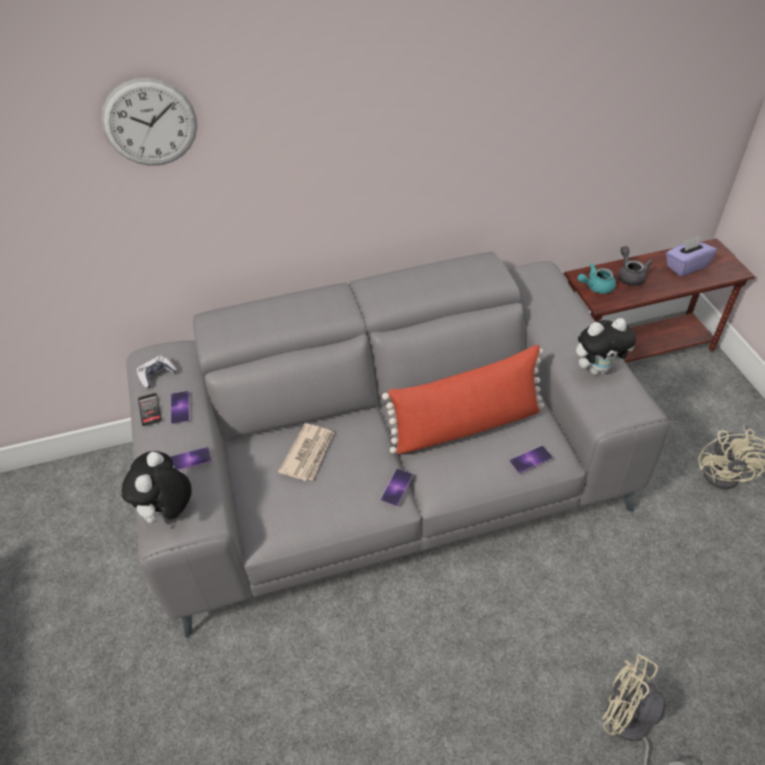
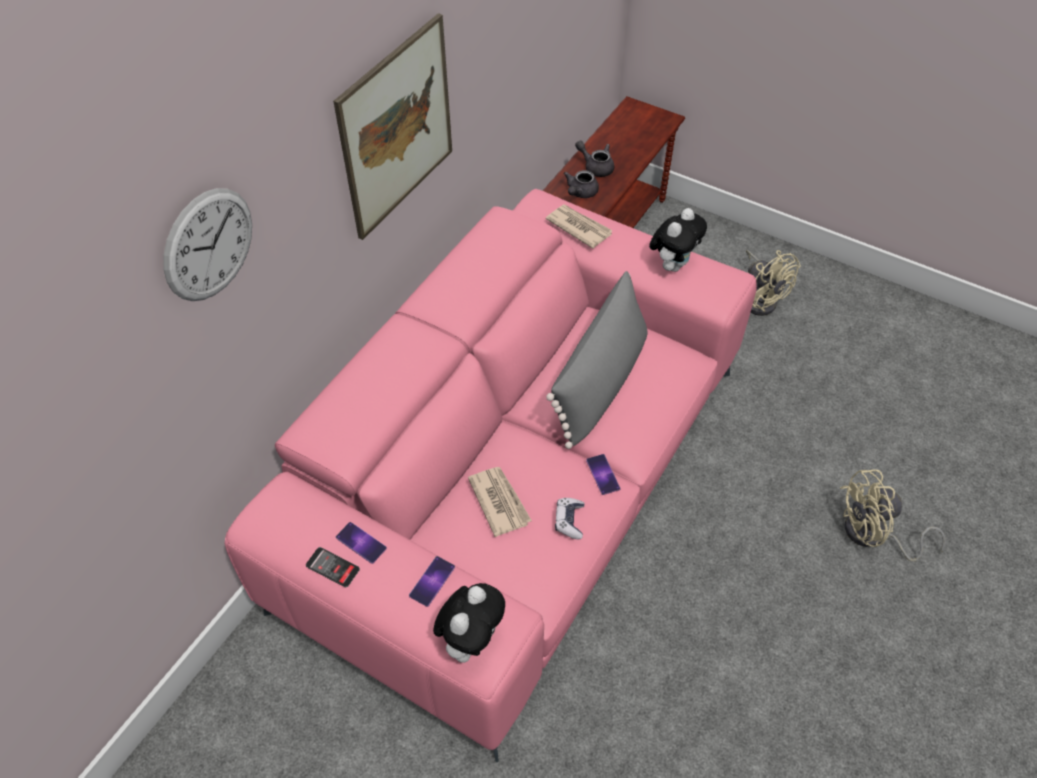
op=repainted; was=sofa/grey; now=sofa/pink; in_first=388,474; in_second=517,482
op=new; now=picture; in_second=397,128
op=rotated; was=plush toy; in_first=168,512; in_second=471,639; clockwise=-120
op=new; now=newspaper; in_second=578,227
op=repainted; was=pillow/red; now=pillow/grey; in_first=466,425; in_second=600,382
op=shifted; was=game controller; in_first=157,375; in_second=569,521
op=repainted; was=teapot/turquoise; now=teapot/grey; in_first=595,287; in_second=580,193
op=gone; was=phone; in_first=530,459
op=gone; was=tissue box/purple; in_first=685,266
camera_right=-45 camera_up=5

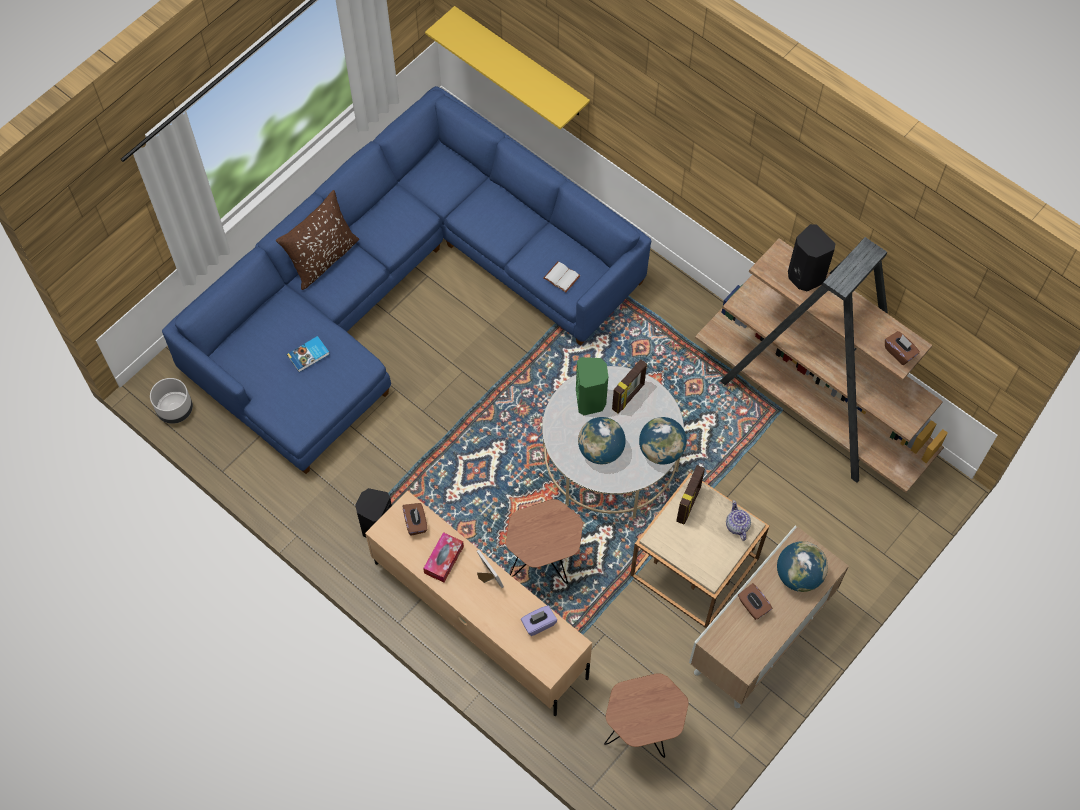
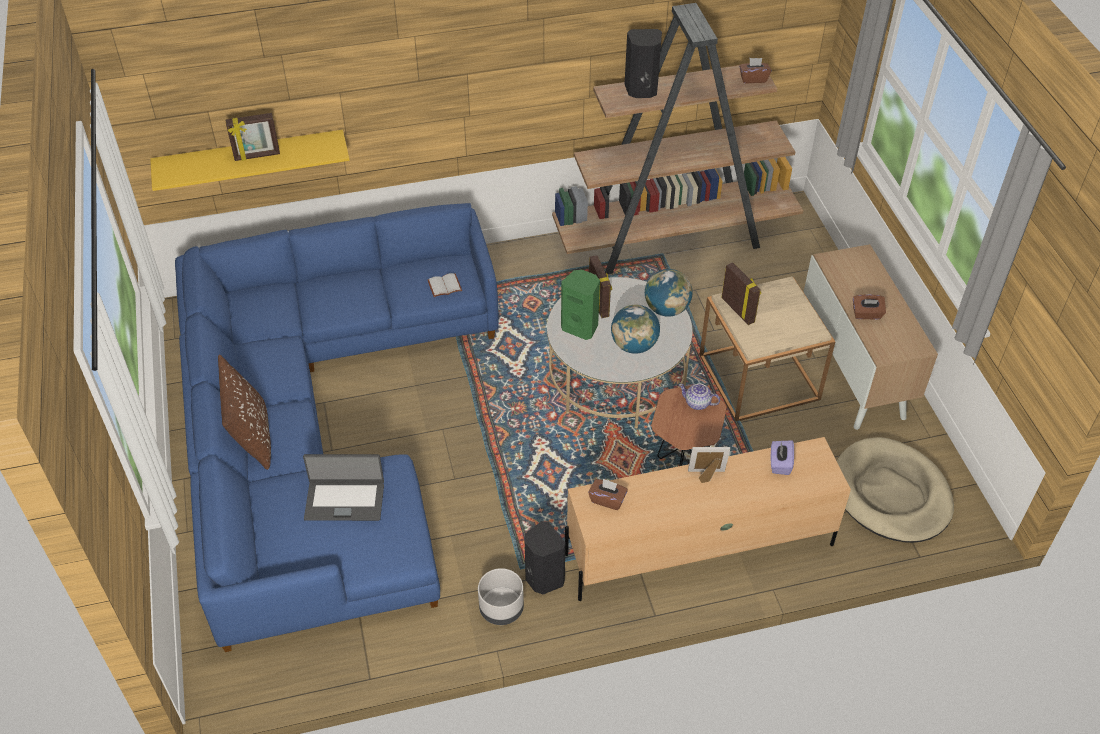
op=new; now=picture frame; in_second=257,156
op=swapped; was=book; now=laptop; in_first=309,355; in_second=345,500
op=shifted; was=planter/grey; in_first=175,409; in_second=501,609
op=shifted; was=teapot; in_first=737,526; in_second=698,403
op=swapped; was=side table/brown; now=dog bed/beige; in_first=641,735; in_second=891,494
op=gone; was=tissue box; in_first=444,560
op=gone; was=globe; in_first=798,575
camera_right=-55 camera_up=-15

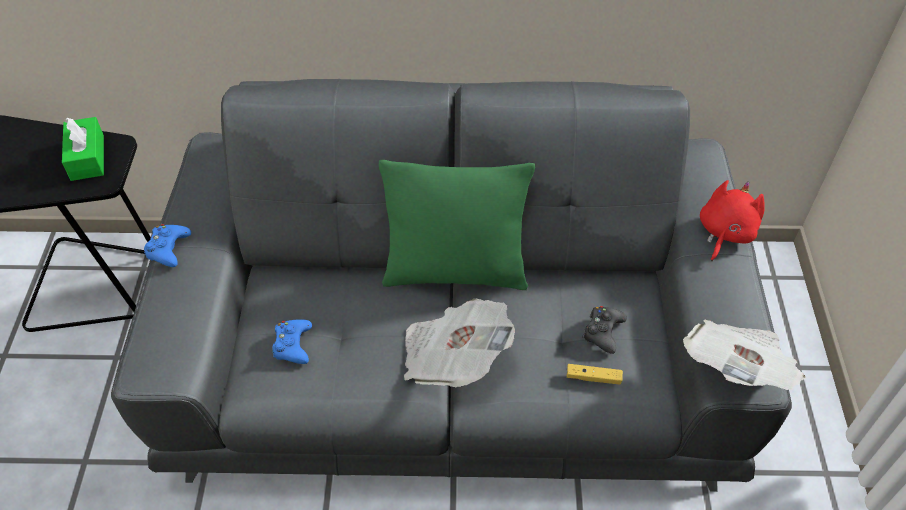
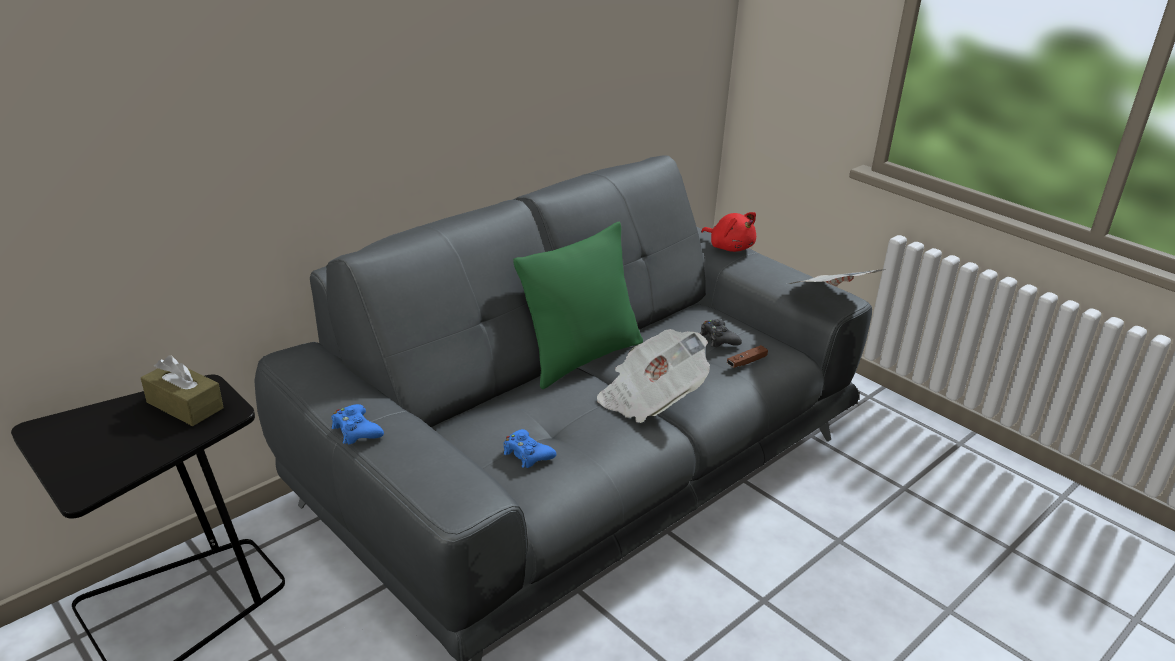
op=repainted; was=tissue box/green; now=tissue box/brown; in_first=87,157; in_second=185,405
op=rotated; was=plush toy/red; in_first=724,232; in_second=729,247; clockwise=150
op=repainted; was=game controller/yellow; now=game controller/brown; in_first=593,378; in_second=746,362
camera_right=-45 camera_up=-20

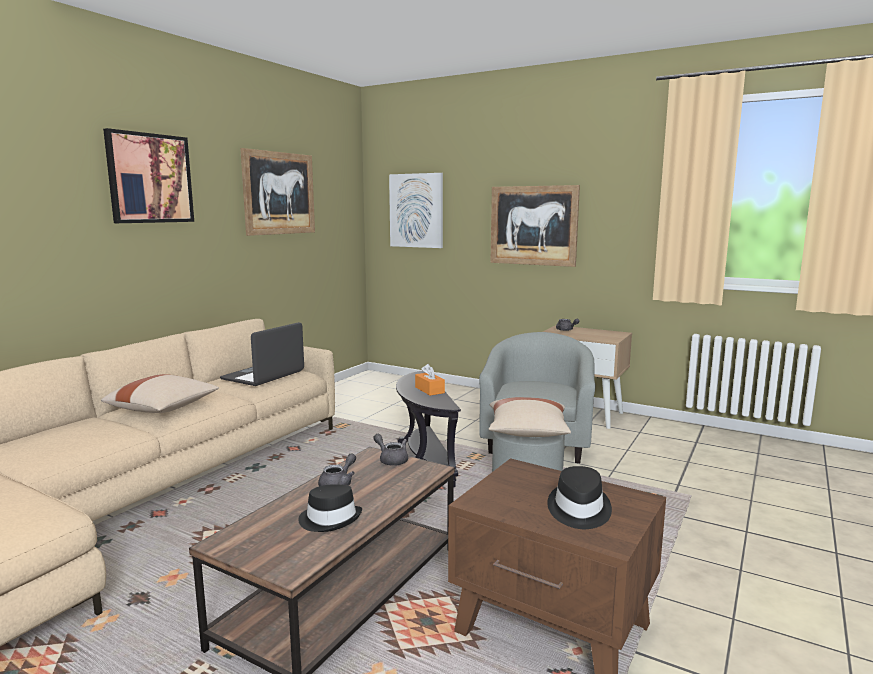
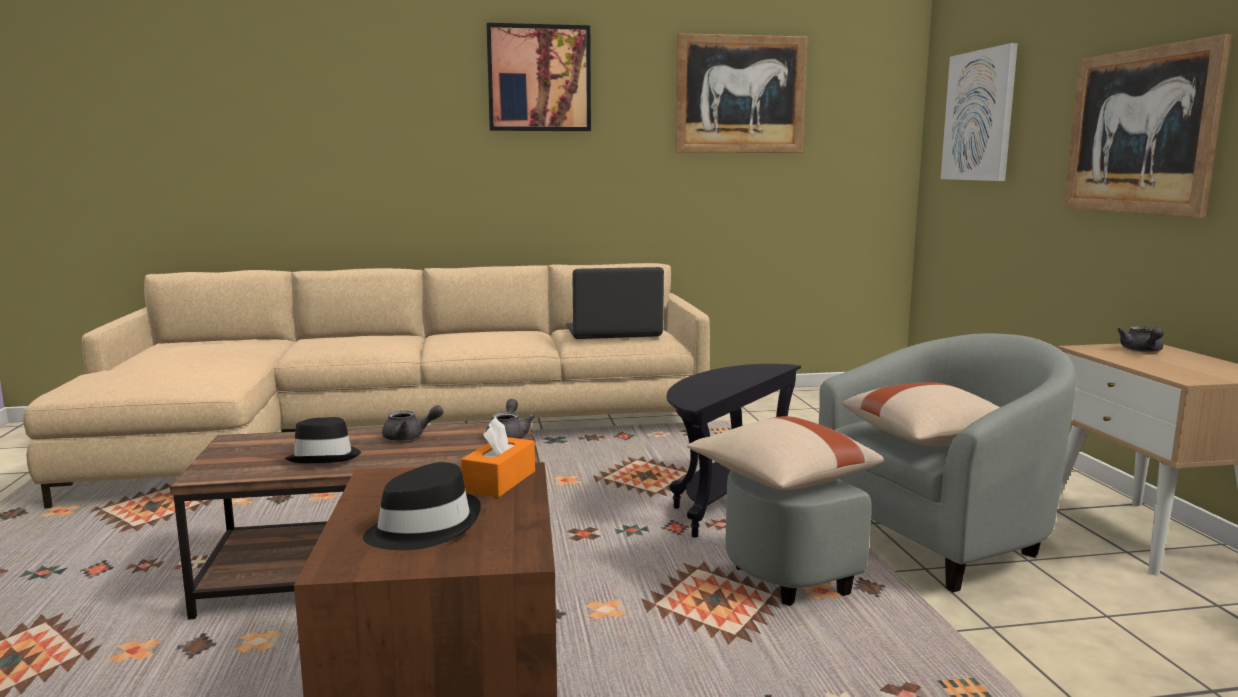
op=shifted; was=tissue box/orange; in_first=429,390; in_second=499,481
op=shifted; was=pillow/beige; in_first=164,409; in_second=931,440
camera_right=50 camera_up=0

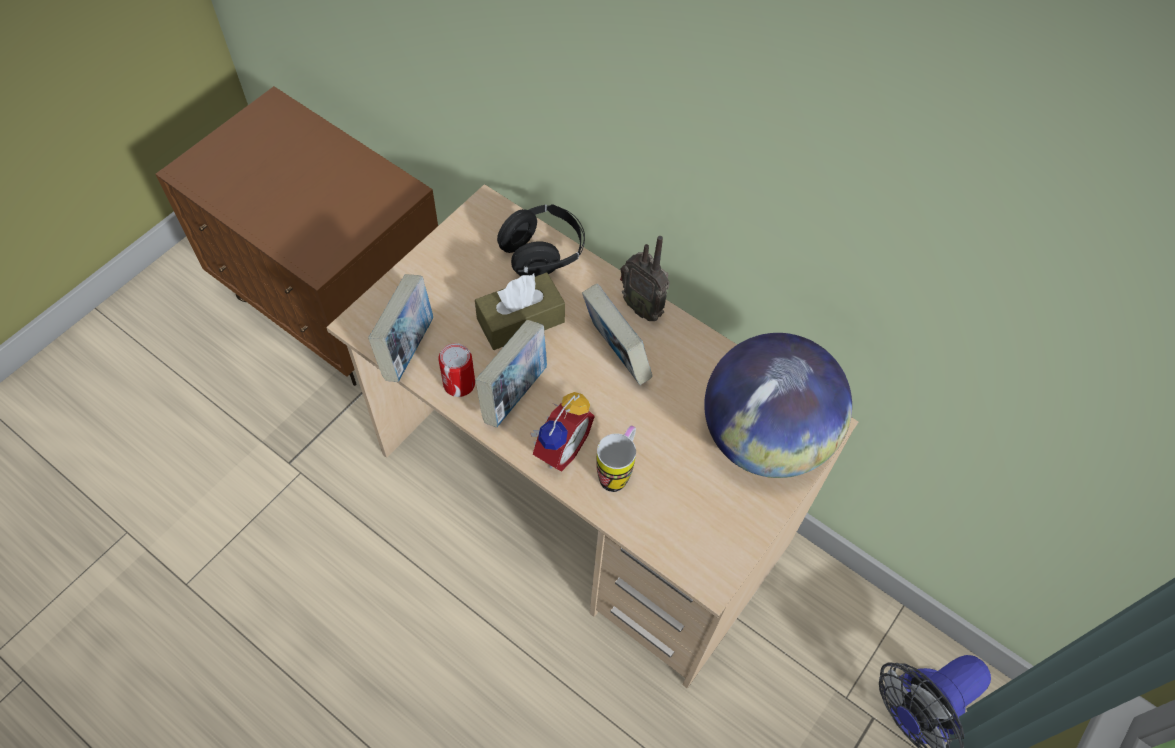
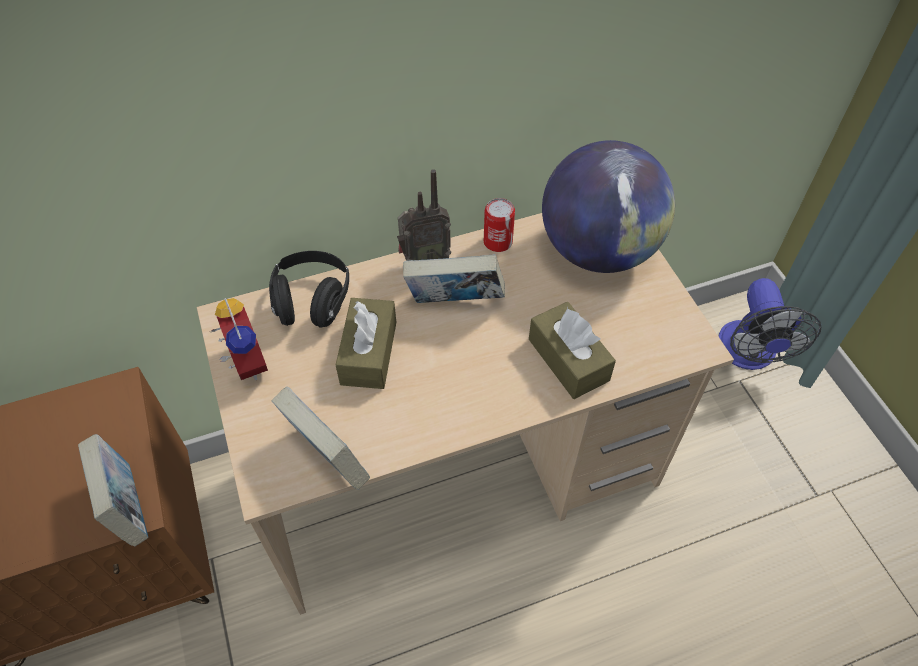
op=shifted; was=book; in_first=514,392; in_second=127,506
op=shifted; was=alarm clock; in_first=559,448; in_second=244,364
op=shifted; was=can; in_first=459,383; in_second=498,242
op=swapped; was=mug; now=tissue box/brown; in_first=617,472; in_second=568,359
camera_right=-55 camera_up=-5

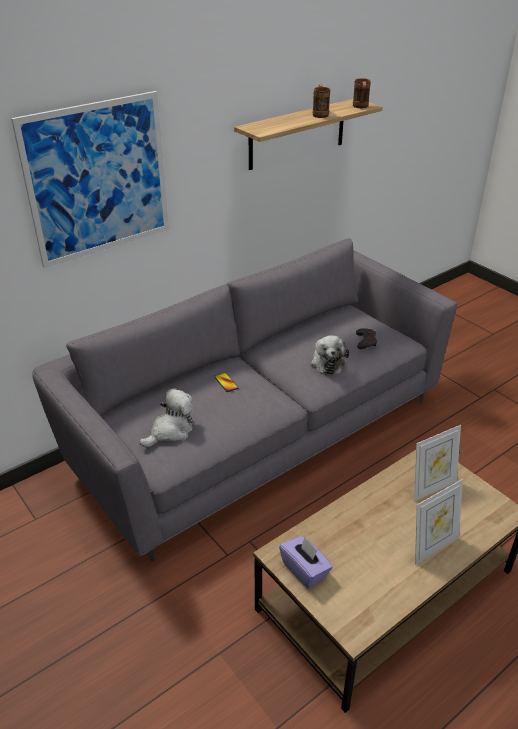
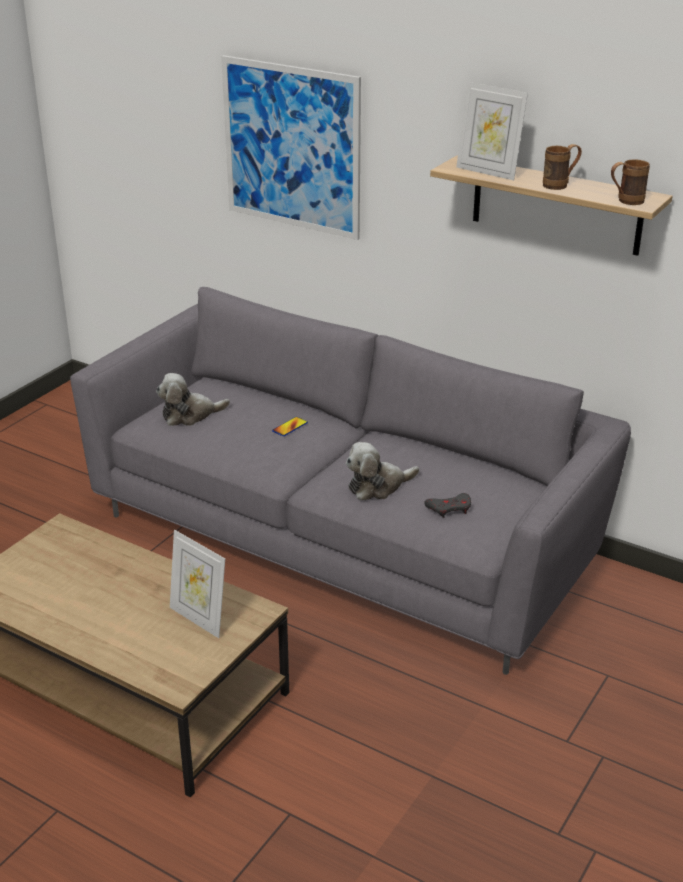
op=rotated; was=plush toy; in_first=170,431; in_second=190,415; clockwise=135
op=shifted; was=picture frame; in_first=432,546; in_second=488,172
op=gone; was=tissue box/purple; in_first=305,570
camera_right=70 camera_up=-5

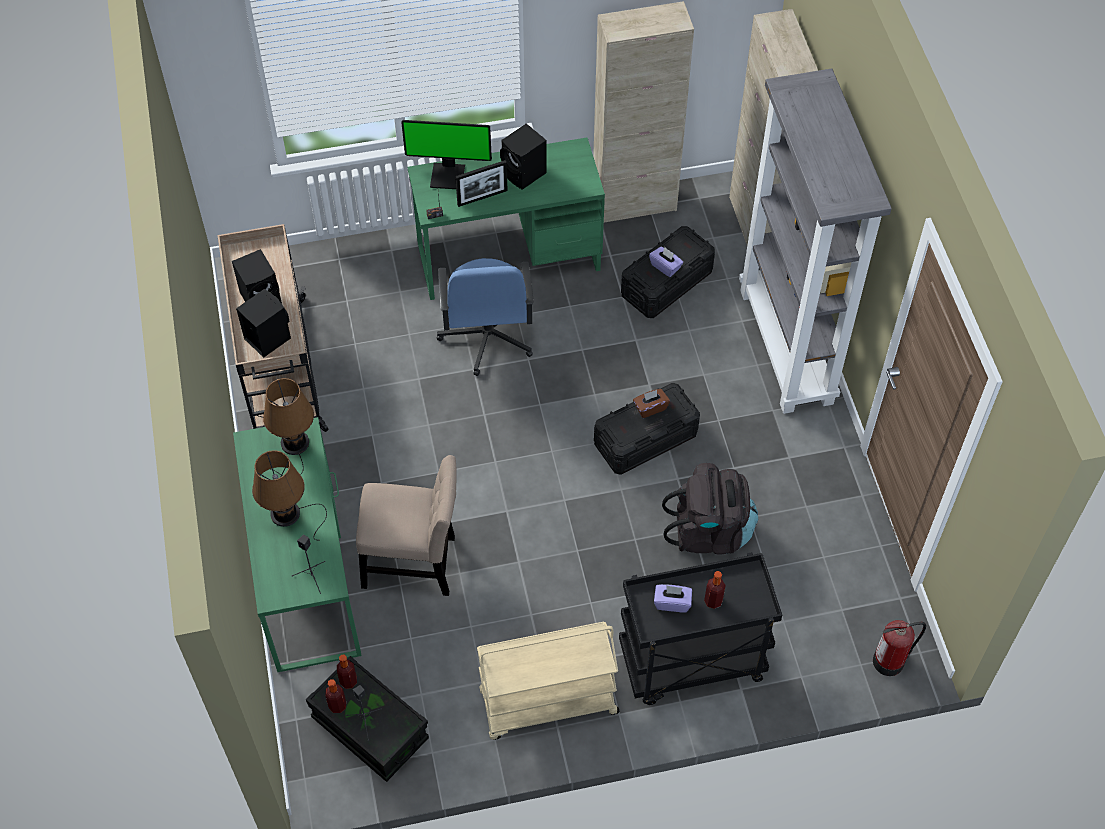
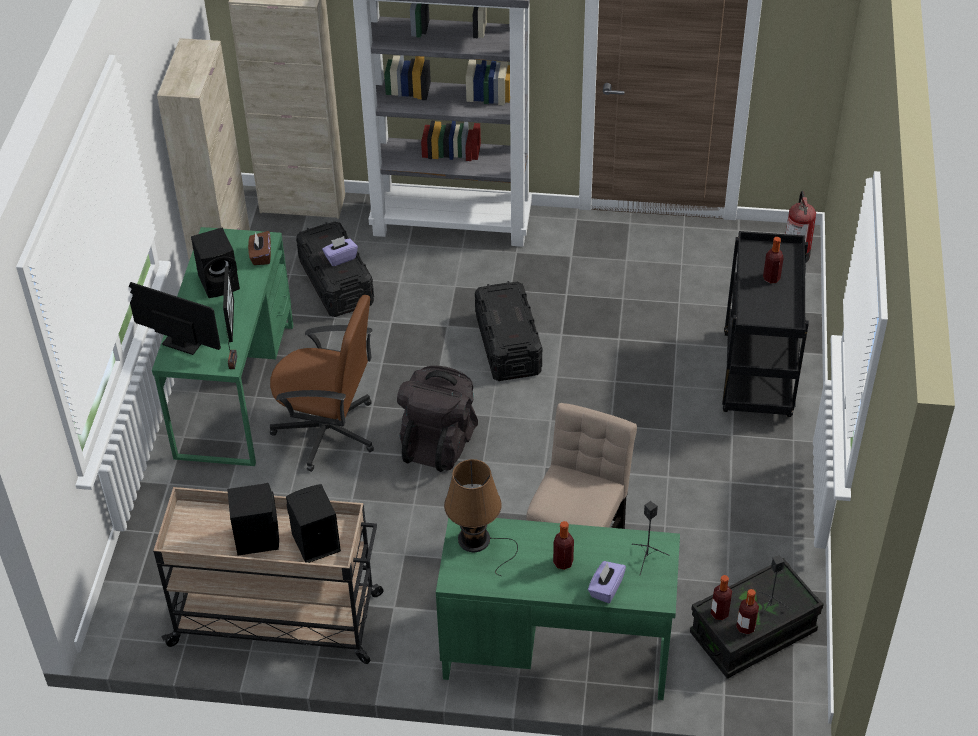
op=rotated; was=monitor; in_first=448,175; in_second=185,340; clockwise=-90
op=shifted; was=tissue box/brown; in_first=650,408; in_second=261,256
op=repainted; was=office chair/blue; now=office chair/brown; in_first=487,337; in_second=328,431
op=shifted; was=backpack/black; in_first=710,531; in_second=439,442
op=swapped; was=table lamp/brown; now=bottle; in_first=289,514; in_second=563,562
op=shifted; was=tissue box/purple; in_first=672,603; in_second=606,588
op=gone; was=cart/beige; in_first=547,703
camera_right=-70 camera_up=-10

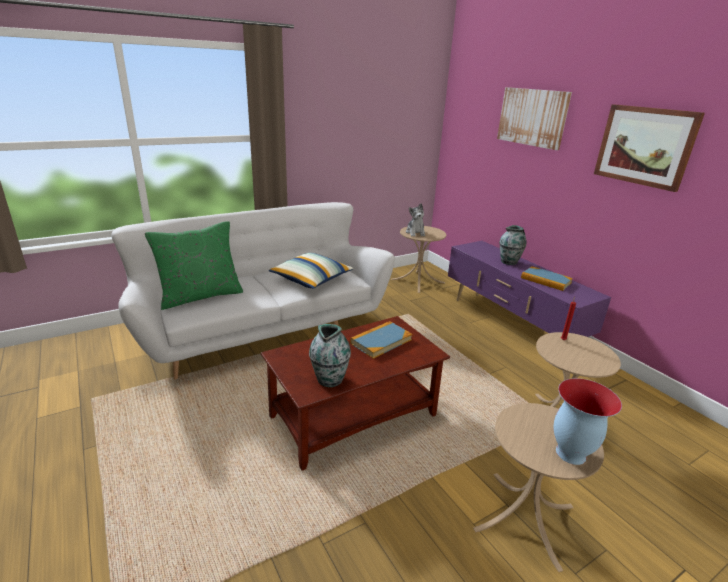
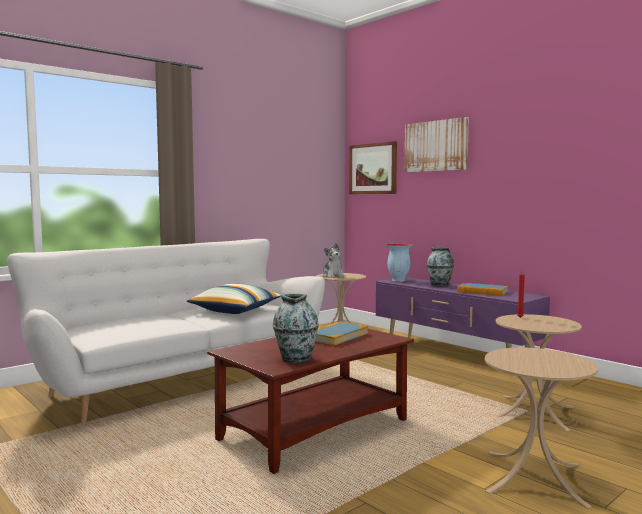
op=shifted; was=picture; in_first=644,146; in_second=373,168
op=shifted; was=vase; in_first=570,454; in_second=398,280
op=gone; was=pillow/green; in_first=200,296
camera_right=-10 camera_up=-20

